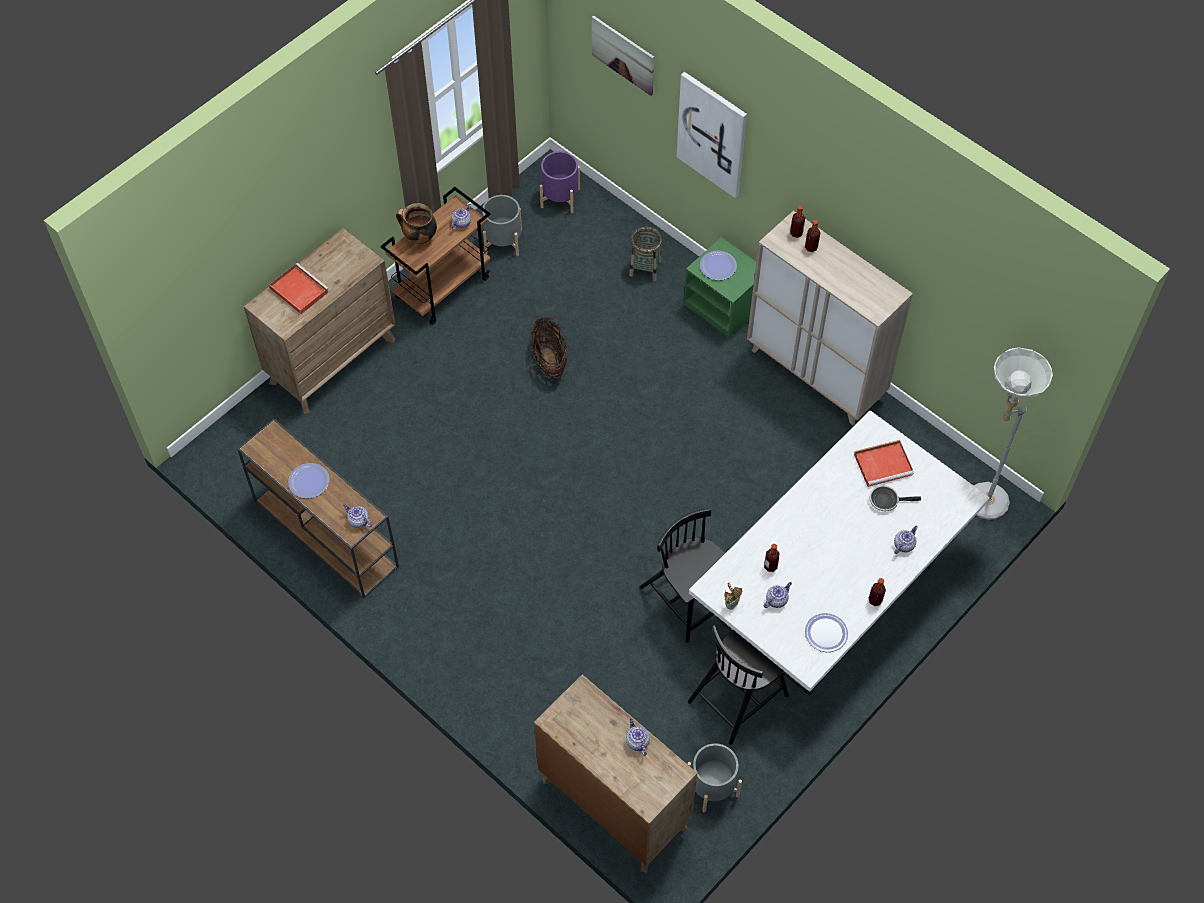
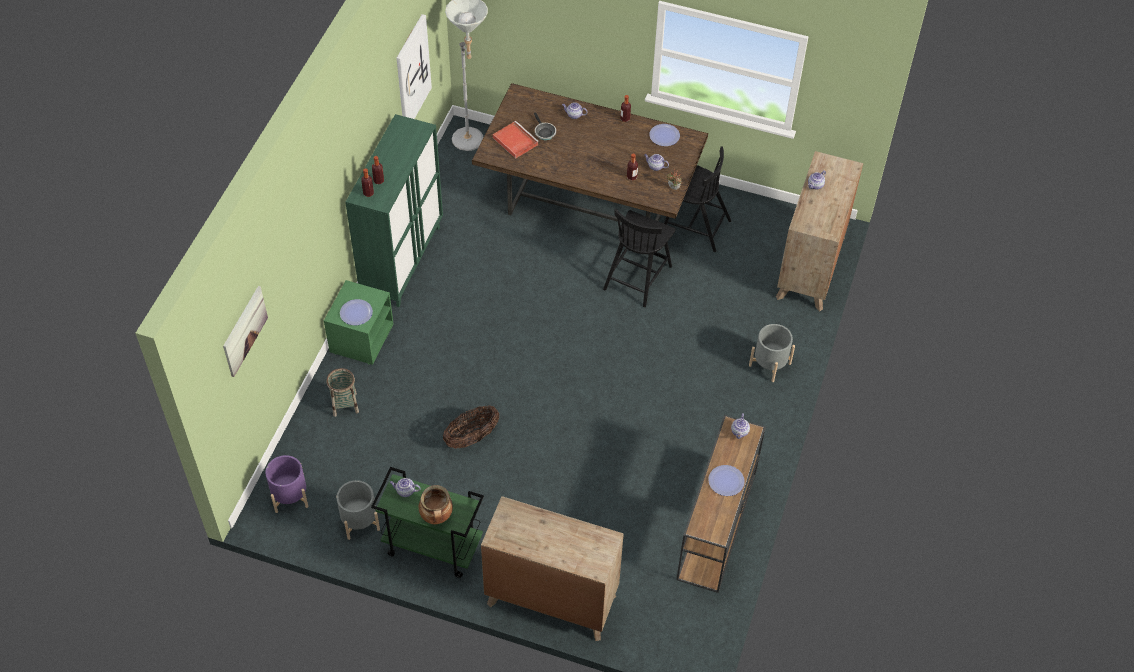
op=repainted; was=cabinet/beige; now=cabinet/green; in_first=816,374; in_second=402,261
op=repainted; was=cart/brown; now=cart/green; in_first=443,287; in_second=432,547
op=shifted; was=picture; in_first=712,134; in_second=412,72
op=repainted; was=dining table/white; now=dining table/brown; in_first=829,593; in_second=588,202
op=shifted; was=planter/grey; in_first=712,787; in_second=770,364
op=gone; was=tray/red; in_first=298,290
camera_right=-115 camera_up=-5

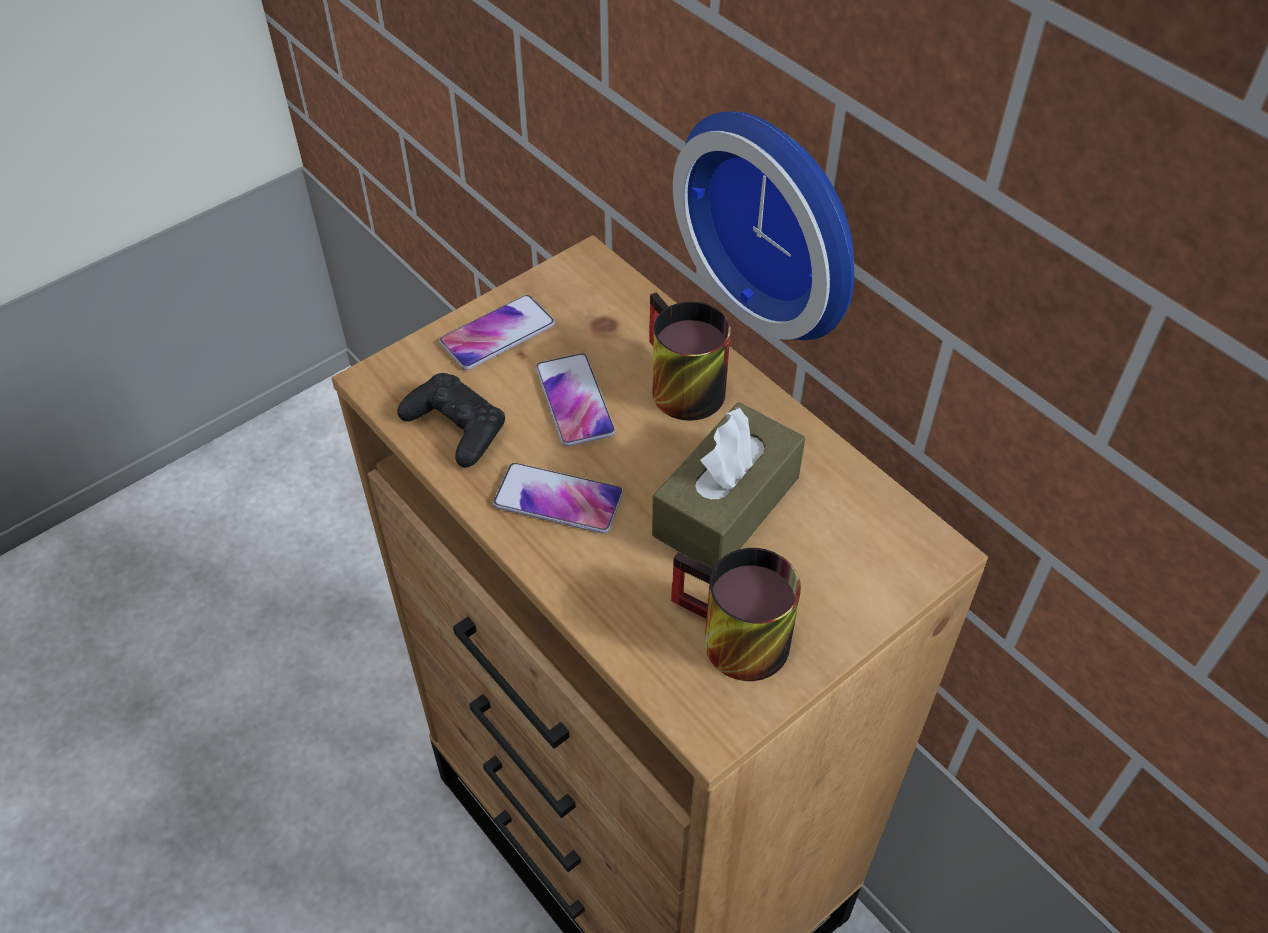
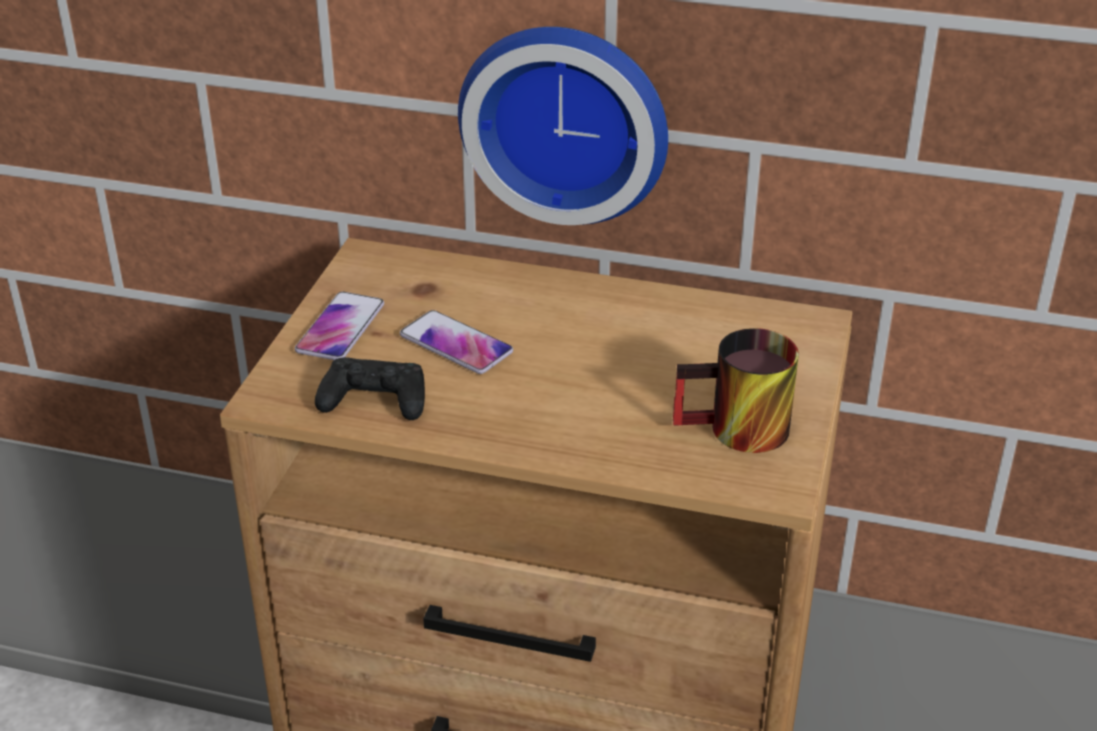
op=gone; was=phone; in_first=558,500
op=gone; was=mug; in_first=675,386
op=gone; was=tissue box/brown; in_first=726,506
camera_right=-35 camera_up=-15

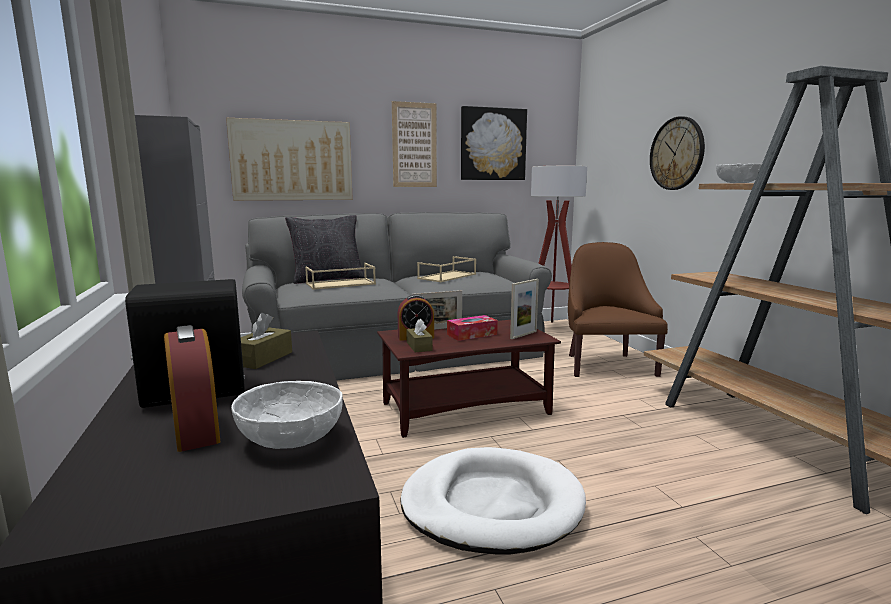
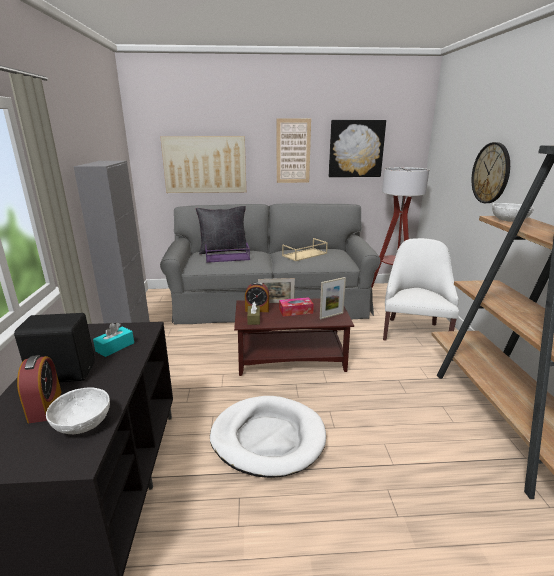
op=repainted; was=tissue box/brown; now=tissue box/turquoise; in_first=263,358; in_second=115,347
op=repainted; was=tray/beige; now=tray/purple; in_first=340,284; in_second=227,258
op=repainted; was=armchair/brown; now=armchair/white; in_first=606,365; in_second=414,331
camera_right=15 camera_up=10

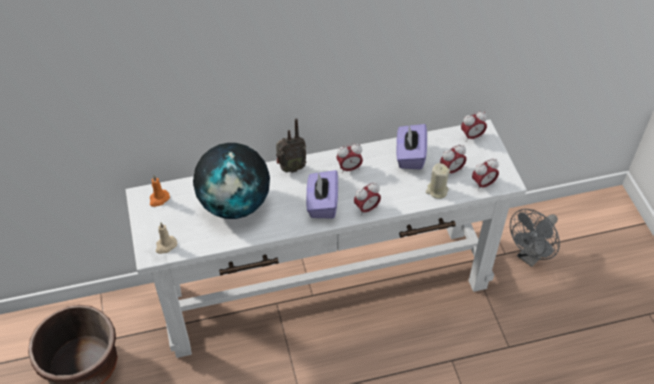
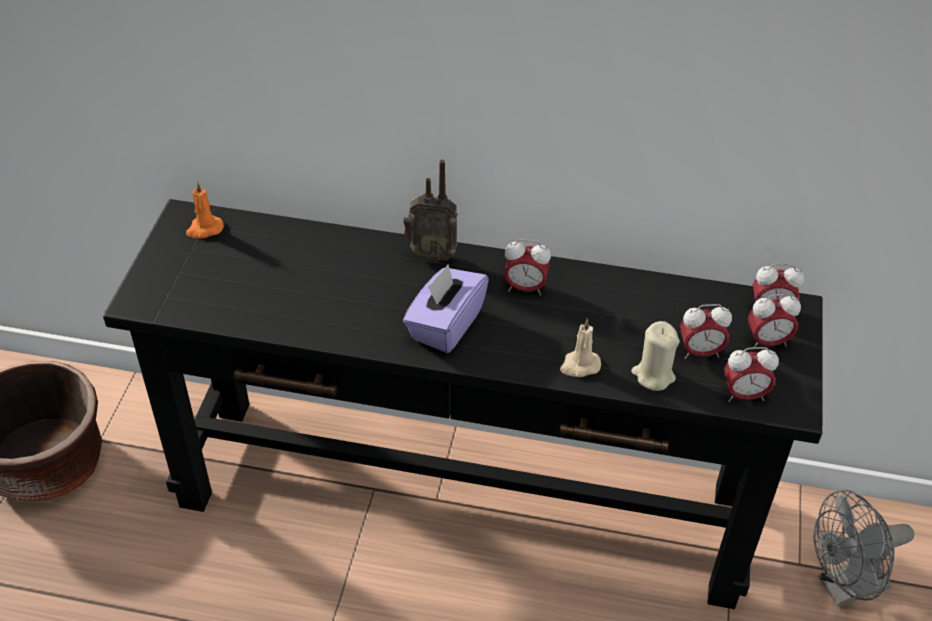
op=repainted; was=console table/white; now=console table/black; in_first=326,288; in_second=463,498
op=shifted; was=candle/beige; in_first=165,245; in_second=579,365
op=shifted; was=alarm clock; in_first=366,208; in_second=767,342
op=gone; was=globe; in_first=235,204
op=gone; was=tissue box/purple; in_first=410,156
camera_right=25 camera_up=-5

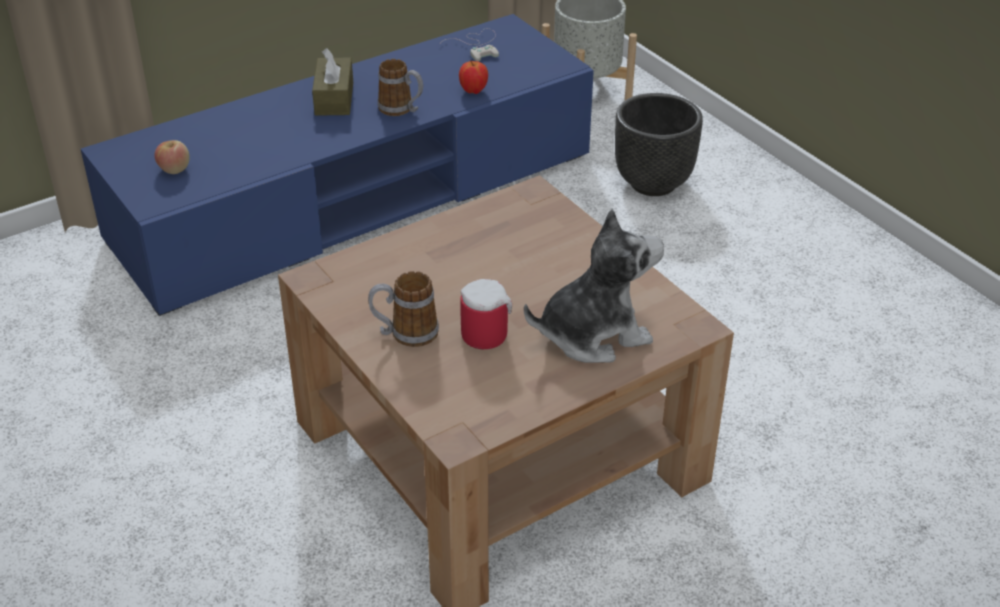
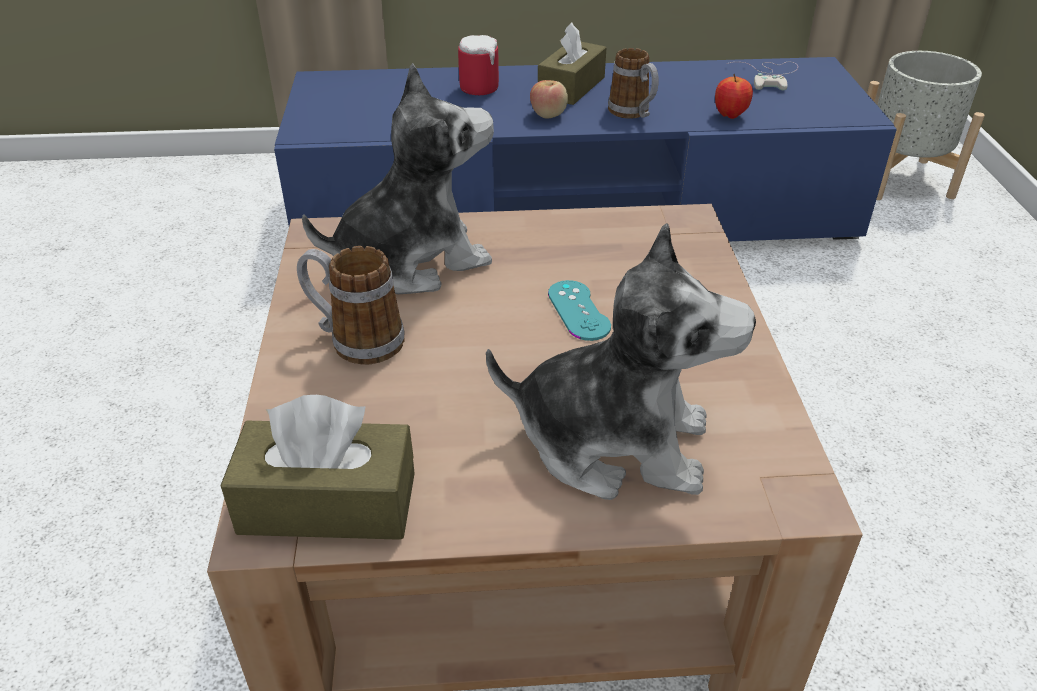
op=new; now=tissue box/brown; in_second=328,503
op=new; now=plush toy; in_second=412,260
op=shifted; was=mug; in_first=486,331; in_second=484,87
op=shifted; was=apple; in_first=174,169; in_second=548,115
op=new; now=game controller/turquoise; in_second=578,310
op=gone; was=planter/black; in_first=651,183
camera_right=30 camera_up=0

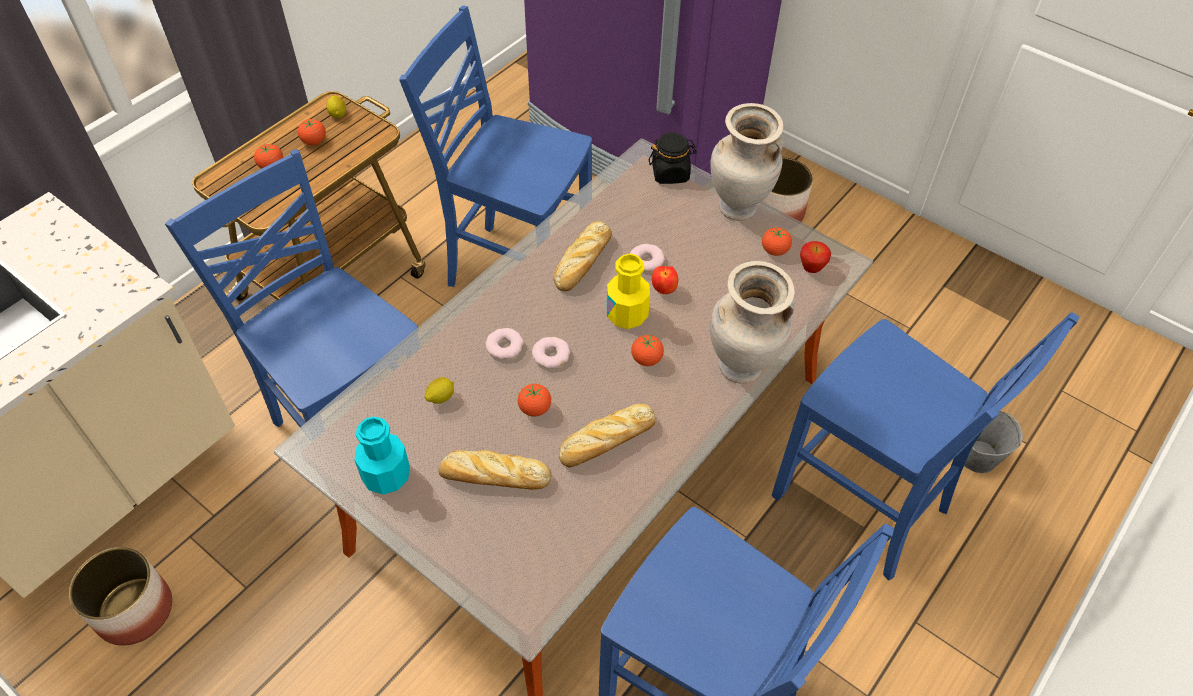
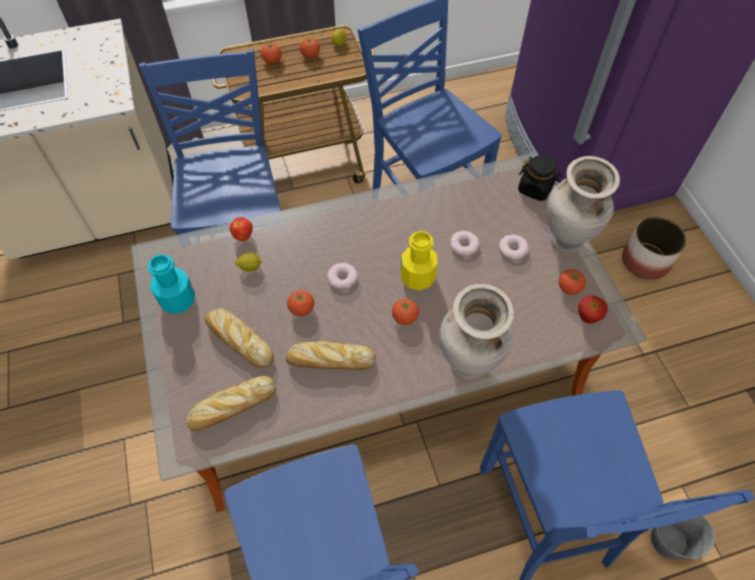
op=shifted; was=bread; in_first=582,262; in_second=231,407
op=shifted; was=apple; in_first=664,290; in_second=243,237
op=shifted; was=donut; in_first=504,346; in_second=513,249
op=gone; was=planter; in_first=135,610
camera_right=35 camera_up=5

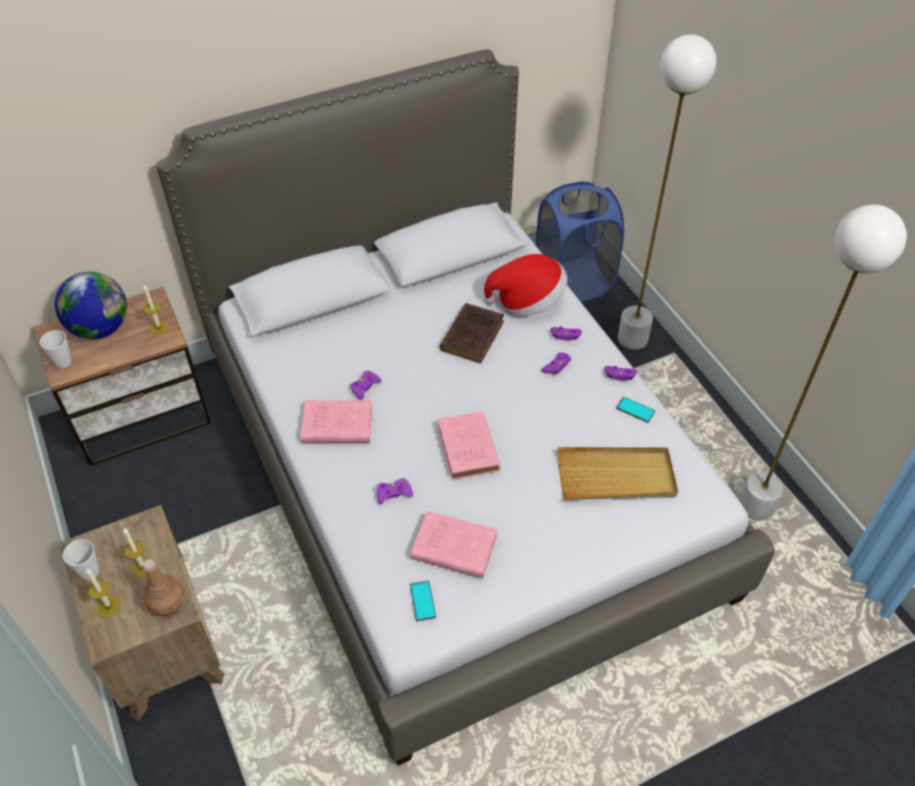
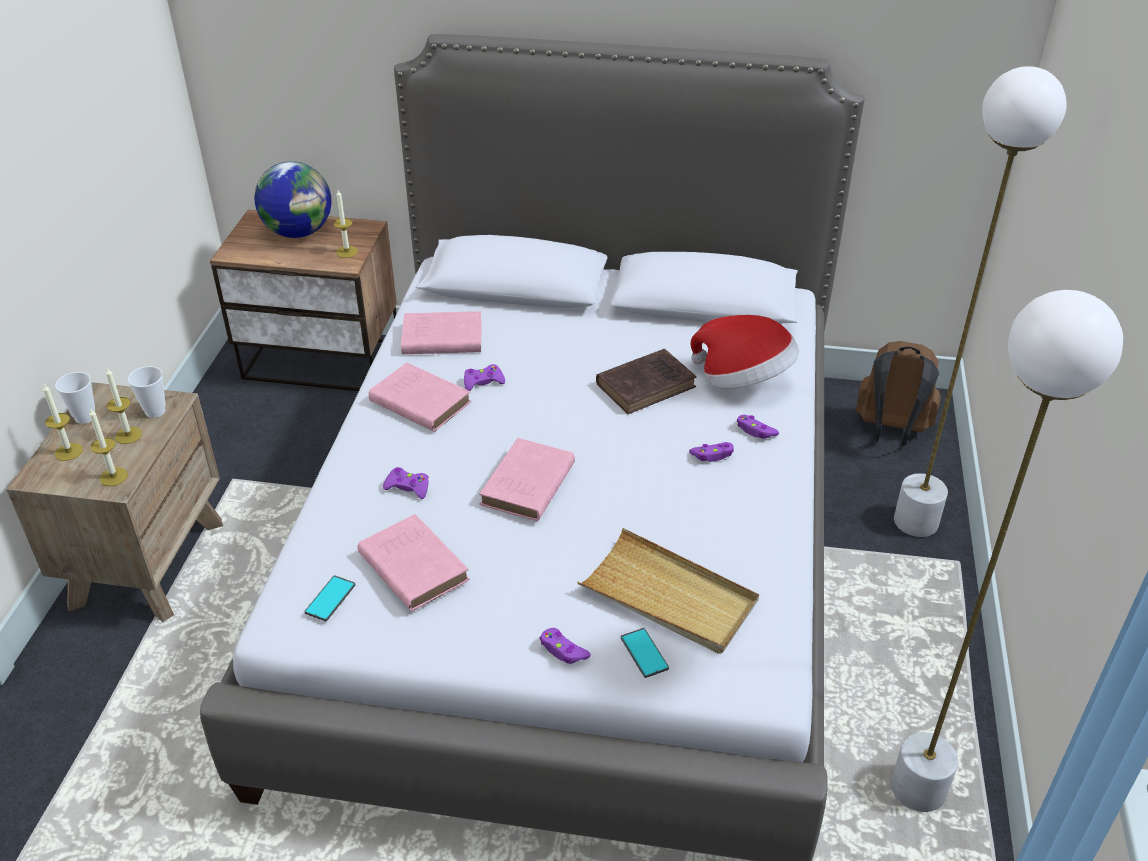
op=swapped; was=bottle/brown; now=candle; in_first=168,605; in_second=113,477
op=shifted; was=cup; in_first=63,362; in_second=155,411
op=new; now=book/pink; in_second=440,338
op=shifted; was=game controller/purple; in_first=620,375; in_second=563,650
op=shifted; was=phone; in_first=635,410; in_second=644,653
op=swapped; was=laundry basket/blue; now=backpack/brown; in_first=573,283; in_second=891,432
camera_right=35 camera_up=-10

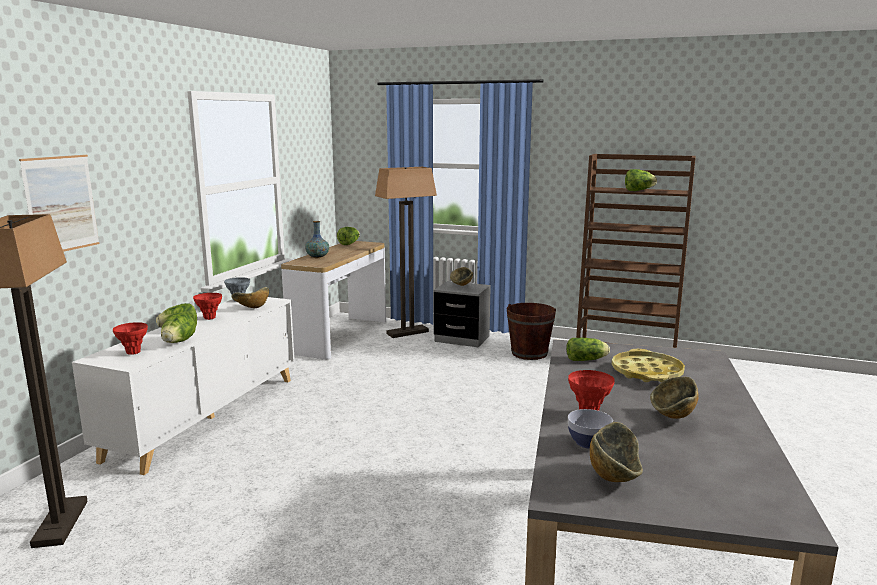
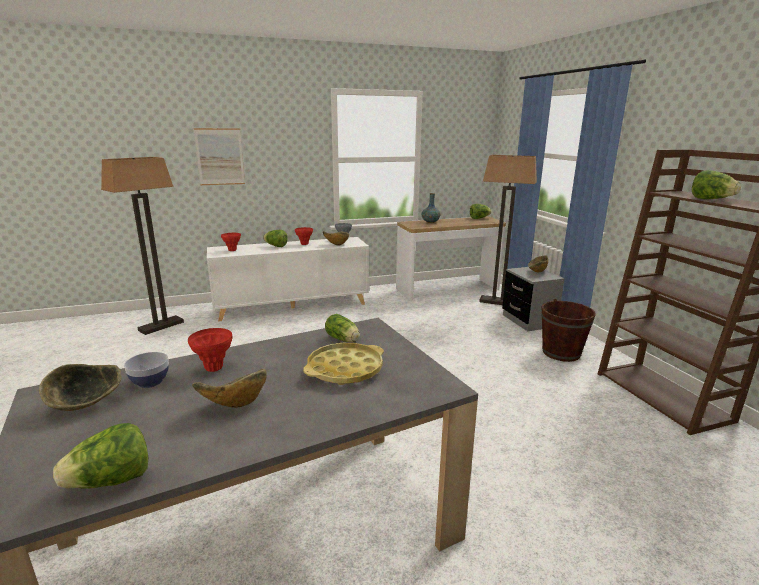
op=shifted; was=lettuce; in_first=178,342; in_second=112,481
camera_right=50 camera_up=5

